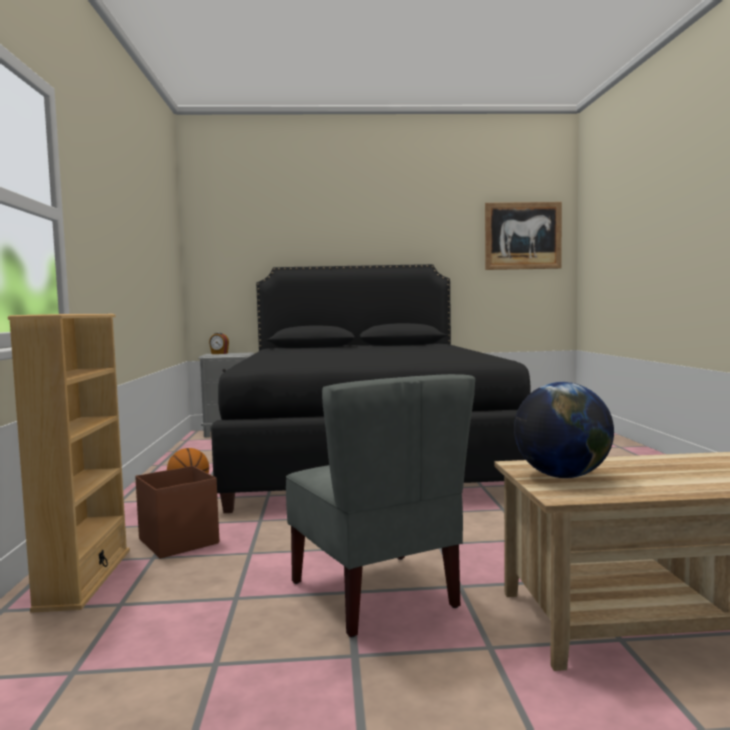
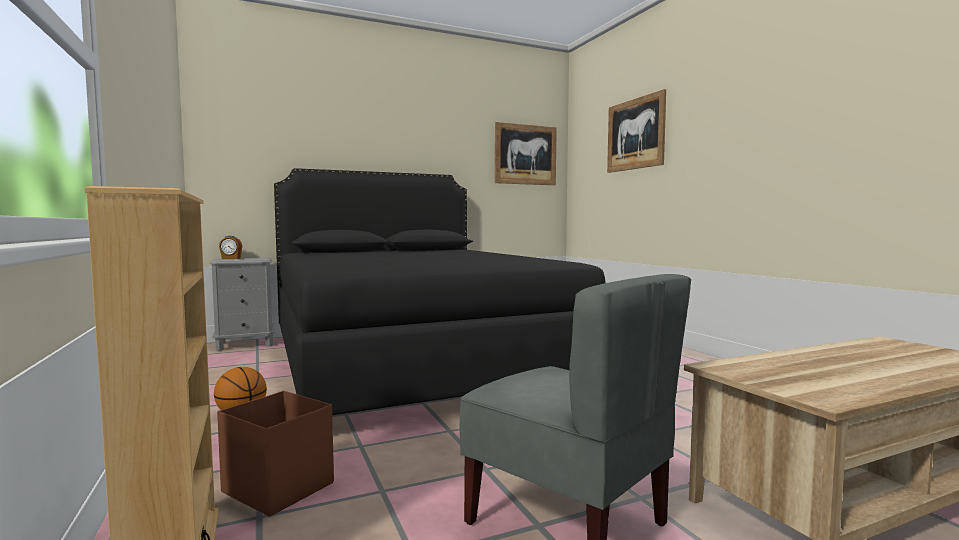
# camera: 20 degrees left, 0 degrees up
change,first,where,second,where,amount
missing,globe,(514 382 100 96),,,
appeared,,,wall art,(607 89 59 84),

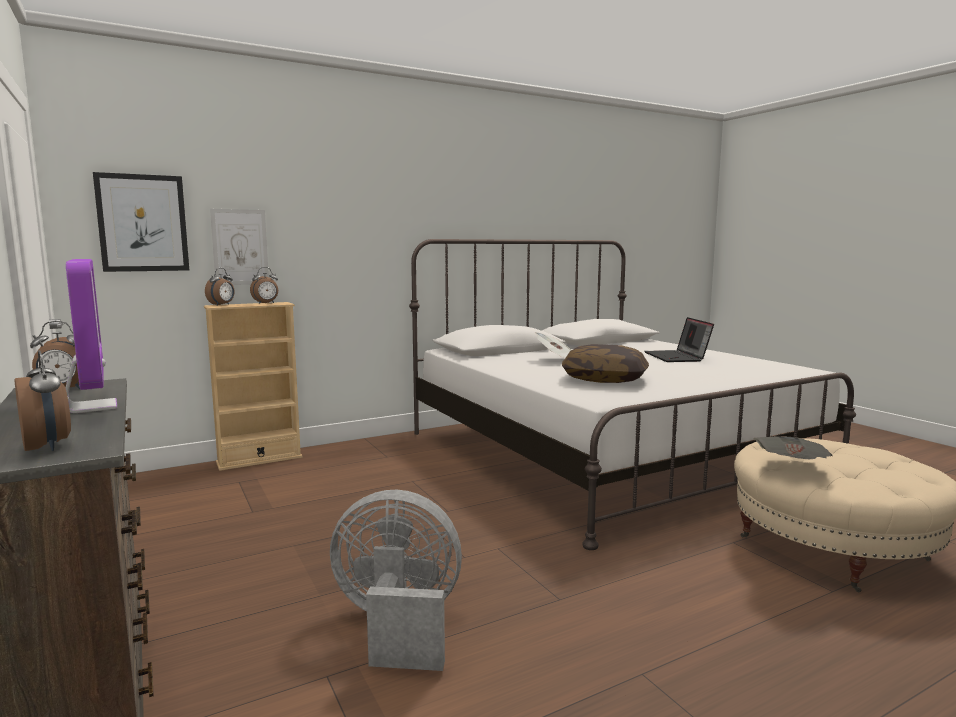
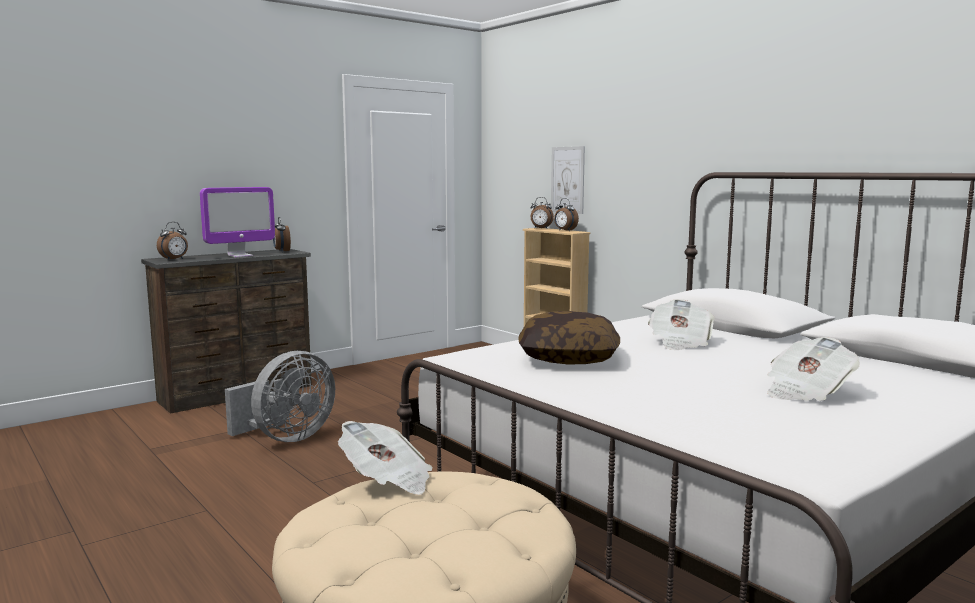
# camera: 80 degrees right, 0 degrees up
change,first,where,second,where,amount
missing,wall art,(93 172 96 100),,,
exchanged,portable computer,(645 317 69 45),newspaper,(767 337 93 64),
spun,grey cooling fan,(330 490 132 181),,(225 351 110 91),45 degrees clockwise

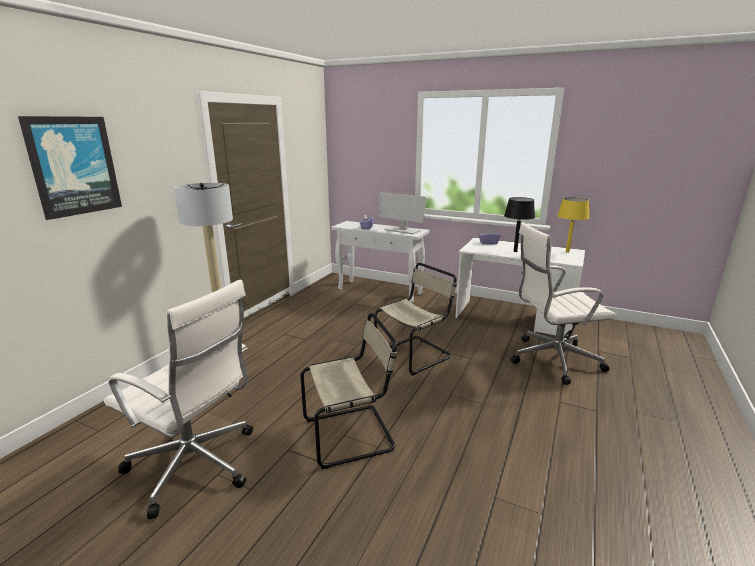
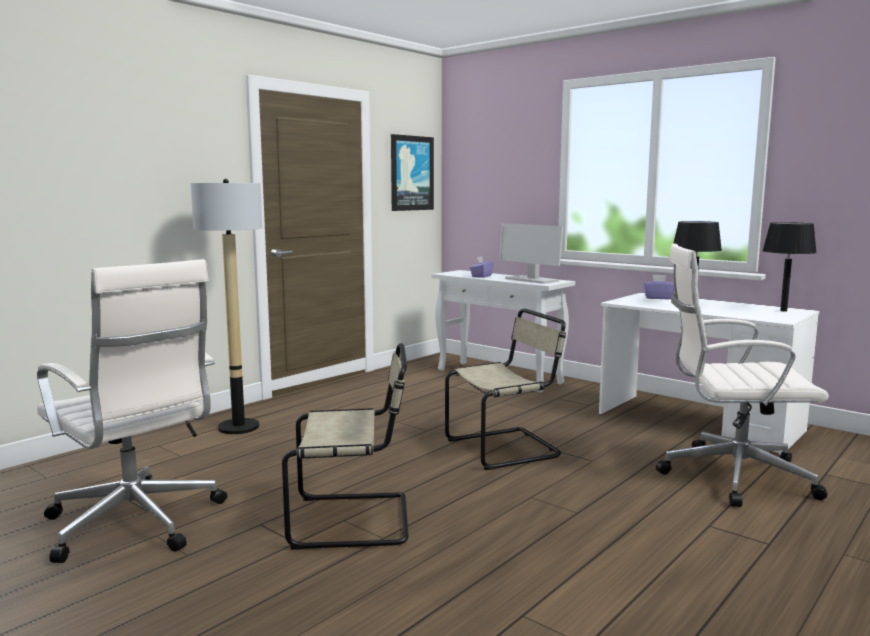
# camera: 15 degrees right, 10 degrees down
change,first,where,second,where,amount
relocated,wall art,(18 116 104 104),,(391 134 43 77),
colour,yellow-coloured tabletop lamp,(557 197 32 56),blackish tabletop lamp,(762 222 55 90),

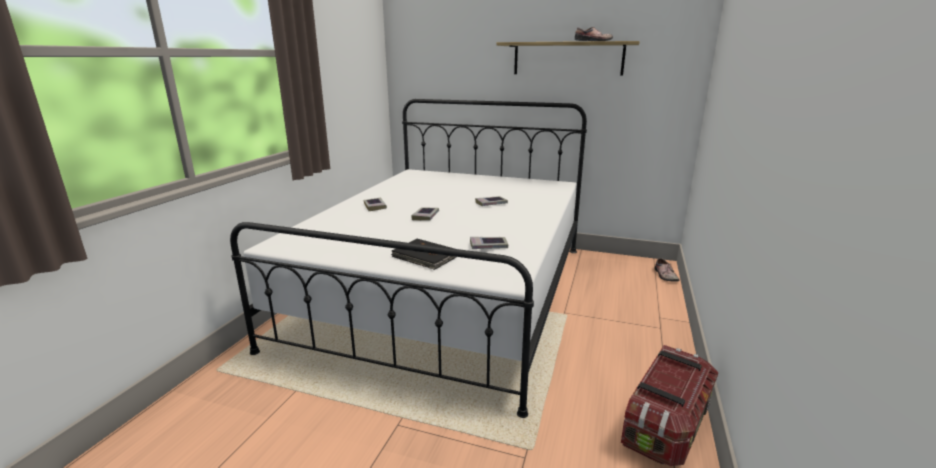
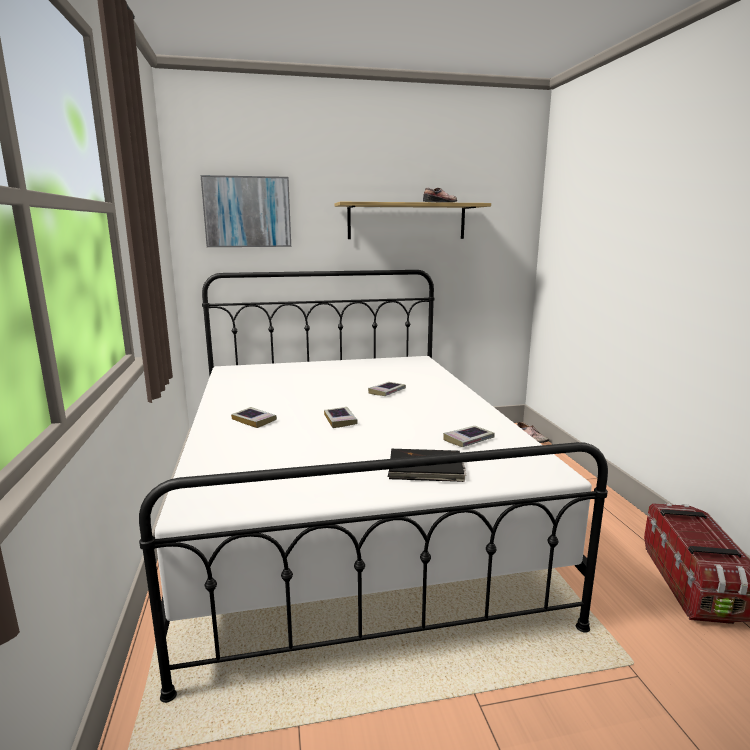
# camera: 30 degrees left, 5 degrees down
change,first,where,second,where,amount
appeared,,,wall art,(201 175 90 72),

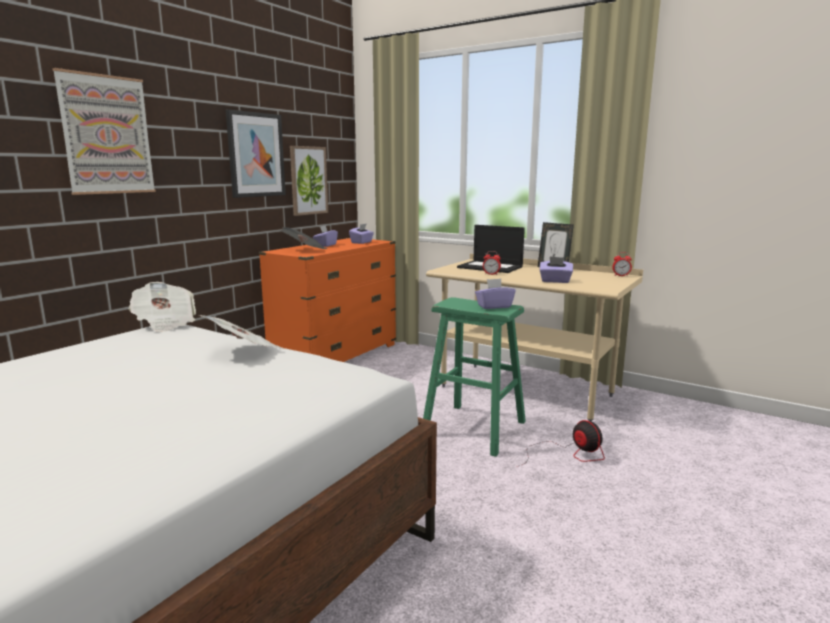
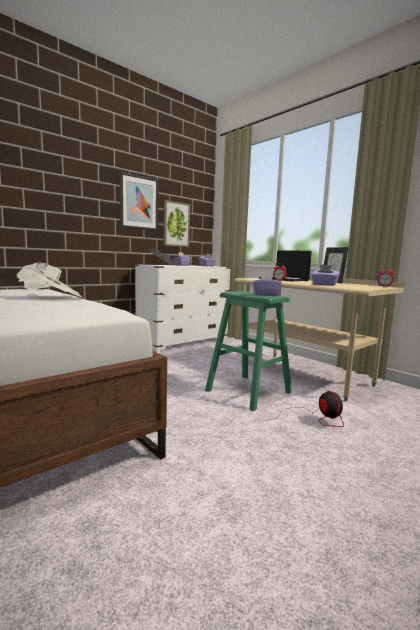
# camera: 15 degrees right, 5 degrees down
change,first,where,second,where,amount
missing,wall art,(52 68 104 127),,,
colour,orange chest of drawers,(259 238 137 124),whitish chest of drawers,(135 264 96 88),

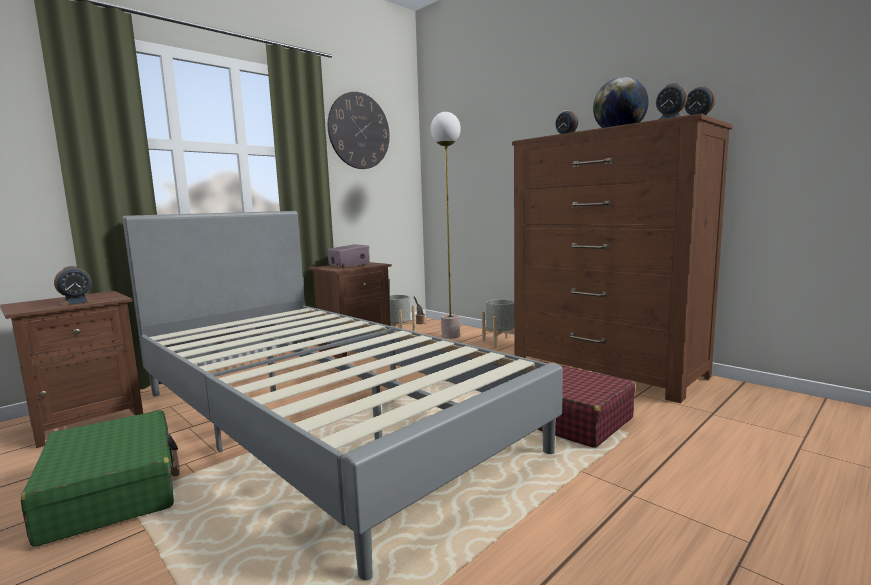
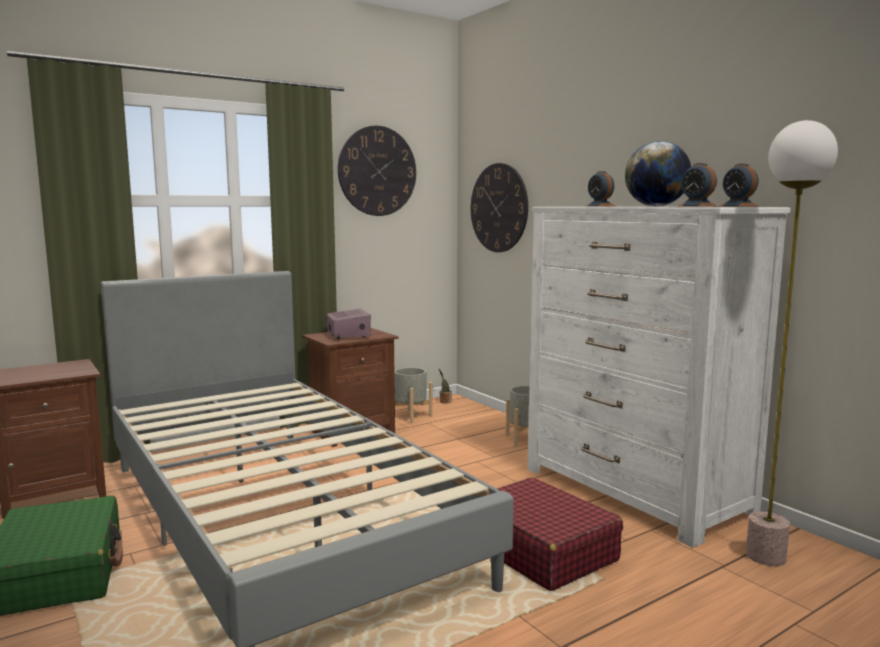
# camera: 10 degrees right, 0 degrees up
change,first,where,second,where,amount
relocated,standard lamp,(430 112 31 227),,(746 120 92 446),
colour,brownish chest of drawers,(512 113 221 290),whitish chest of drawers,(528 207 263 341),
missing,alarm clock,(54 266 40 40),,,
appeared,,,wall clock,(471 163 57 89),

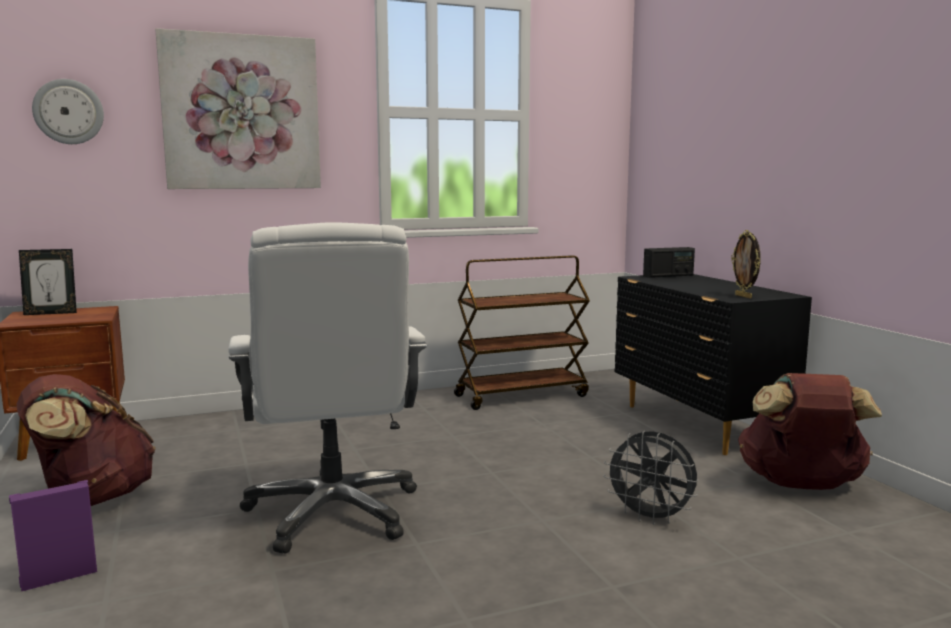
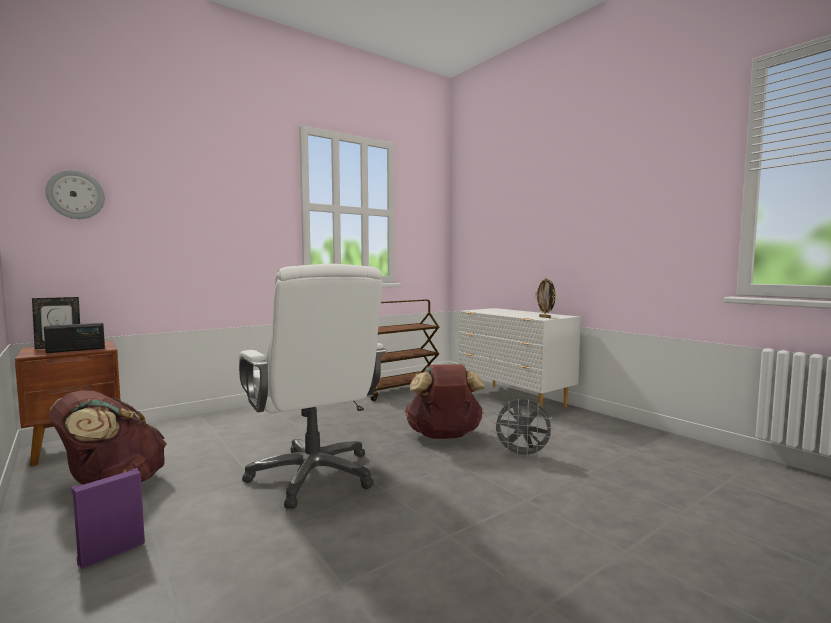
# camera: 15 degrees left, 5 degrees down
change,first,where,second,where,amount
missing,wall art,(155 28 166 161),,,
relocated,radio receiver,(643 247 52 31),,(44 323 61 30),
colour,blackish chest of drawers,(615 274 197 181),whitish chest of drawers,(458 308 123 107),
relocated,brownish knapsack,(738 373 144 117),,(405 364 80 75),

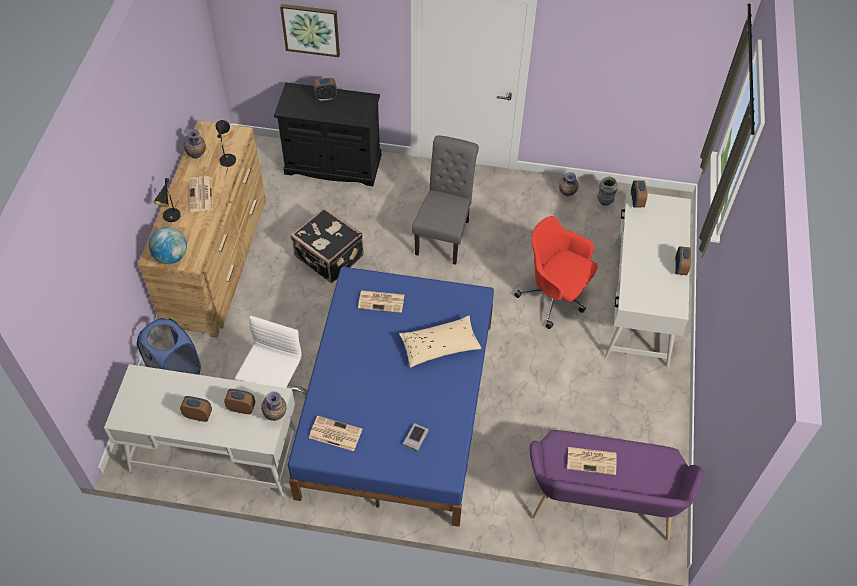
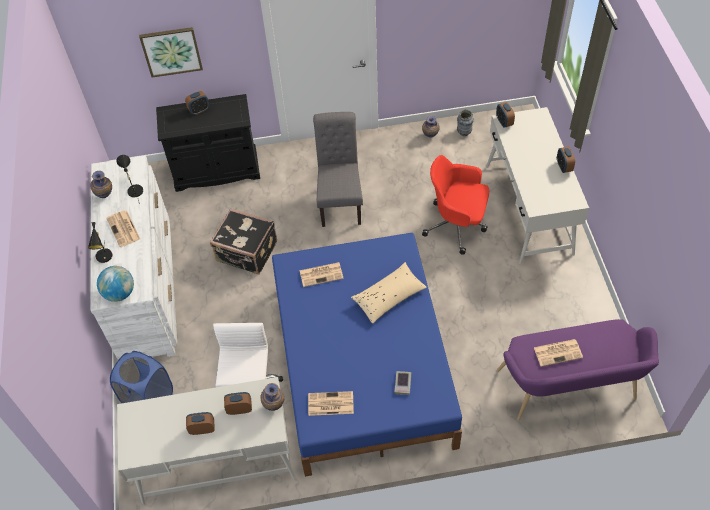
# camera: 15 degrees left, 0 degrees up
change,first,where,second,where,amount
colour,brownish chest of drawers,(138 121 128 217),whitish chest of drawers,(90 156 87 204),

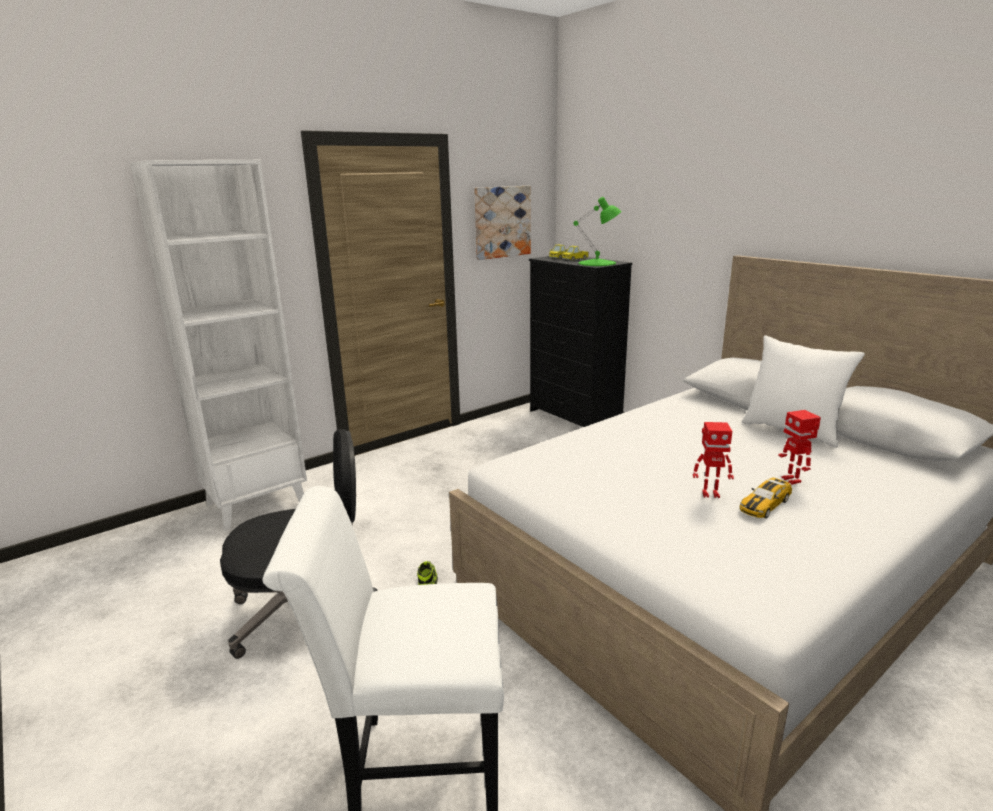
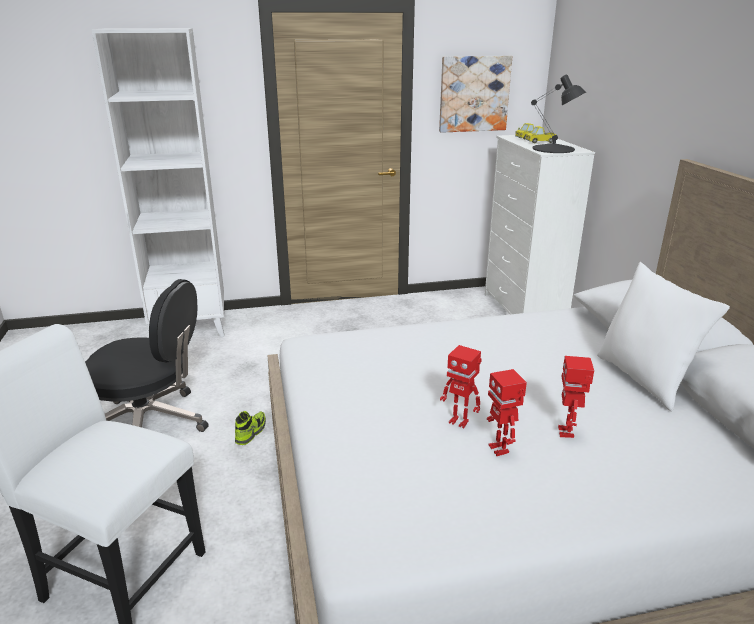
# camera: 25 degrees right, 5 degrees up
change,first,where,second,where,amount
colour,greenish tabletop lamp,(573 197 48 69),blackish tabletop lamp,(531 75 55 78),
colour,blackish chest of drawers,(529 256 103 171),whitish chest of drawers,(485 135 110 179),
exchanged,miniature car,(739 477 53 41),model robot,(487 369 40 87),

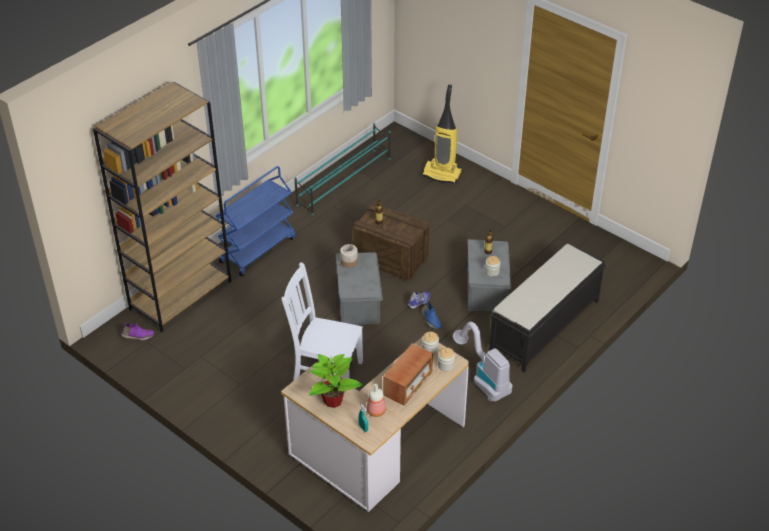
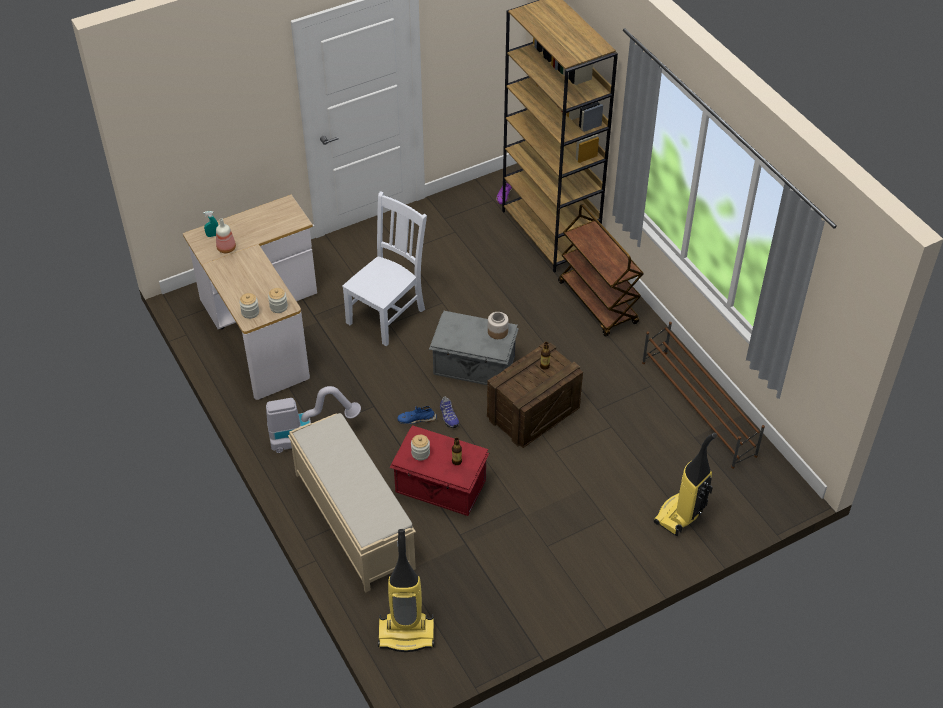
# camera: 110 degrees right, 5 degrees up
change,first,where,second,where,amount
colour,turquoise shoe shelf,(294 123 97 92),brownish shoe shelf,(642 322 123 147),
colour,blue trolley,(216 166 79 110),brownish trolley,(558 204 86 133),
colour,grey storage container,(467 239 45 73),red-coloured storage container,(389 425 100 91),
colour,blackish long seat,(489 244 117 129),beige-coloured long seat,(288 413 128 180),
missing,radio receiver,(383 343 50 63),,,
missing,plant in a pot,(310 354 53 54),,,
appeared,,,hoover,(378 529 56 123),

